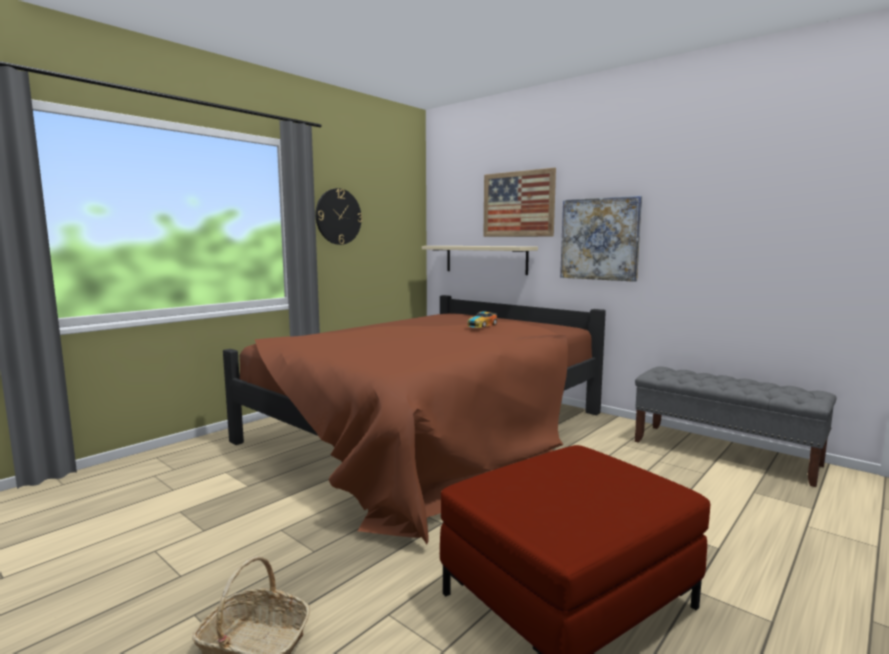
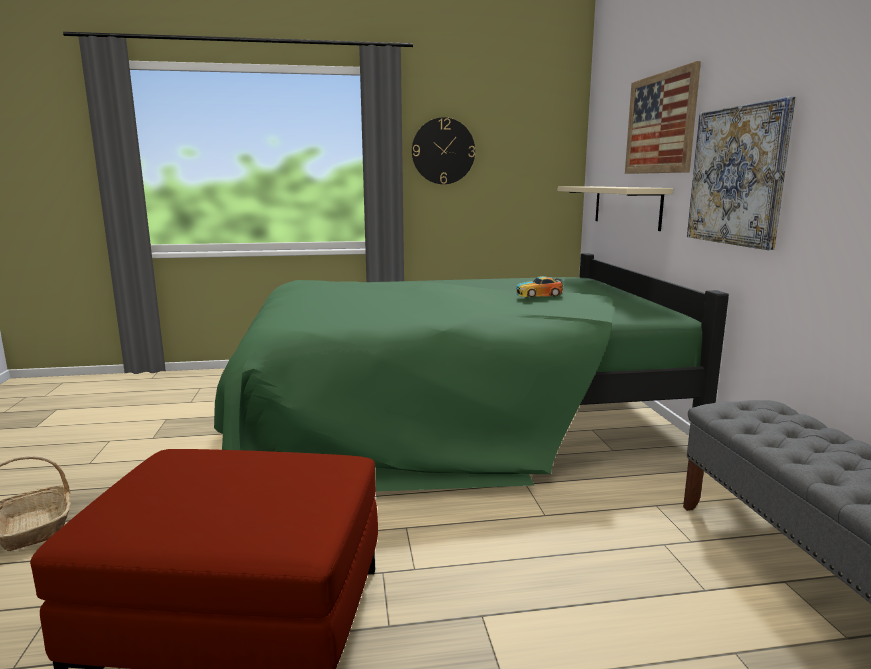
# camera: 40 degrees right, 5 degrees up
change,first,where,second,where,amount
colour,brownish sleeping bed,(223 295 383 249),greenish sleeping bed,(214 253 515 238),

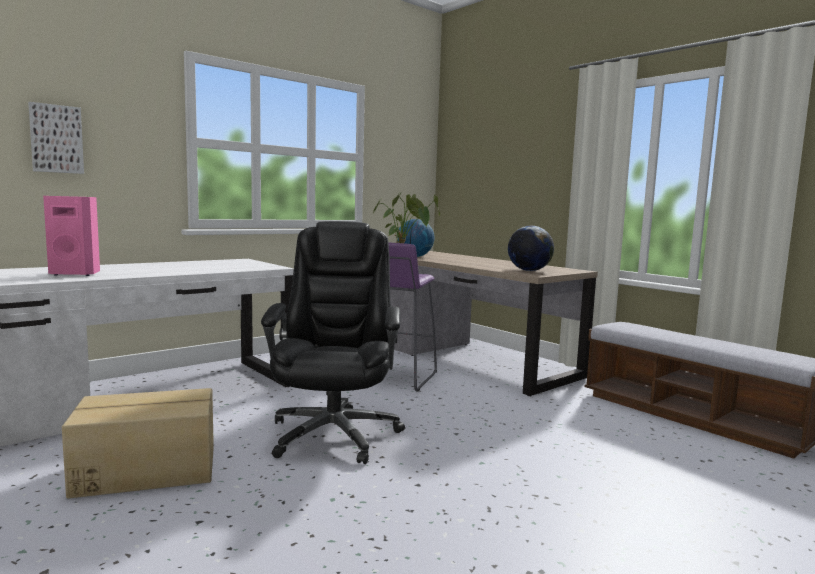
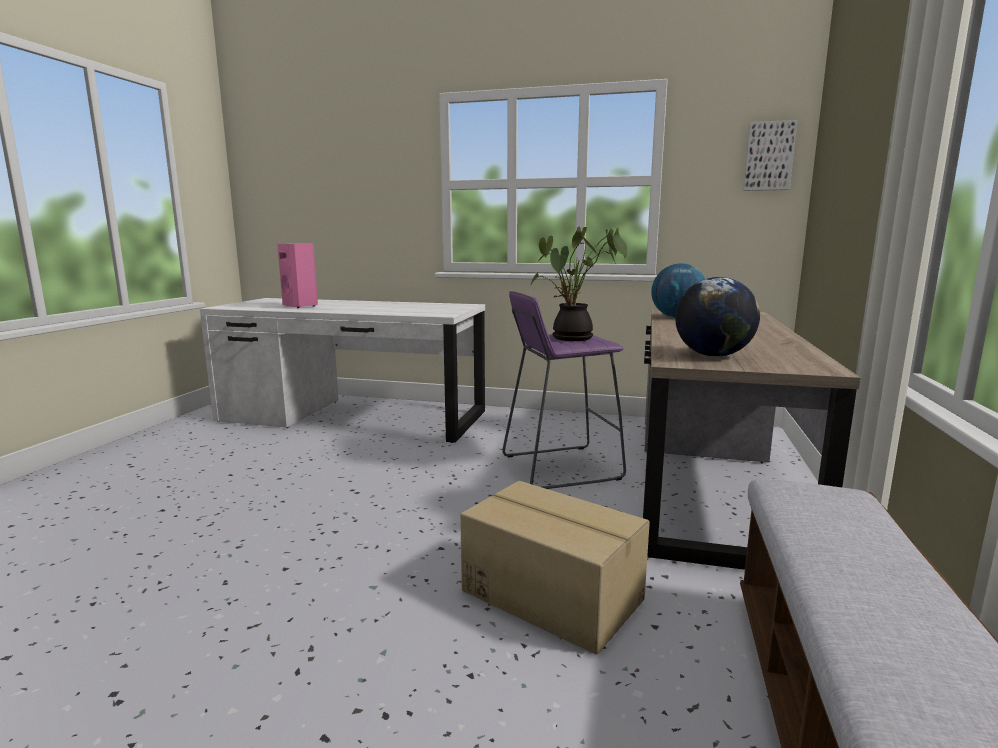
# camera: 55 degrees right, 5 degrees up
change,first,where,second,where,amount
relocated,wall art,(28 102 56 72),,(743 120 54 71),
missing,blackish office chair,(261 221 144 243),,,
relocated,packing box,(62 388 152 111),,(460 481 190 174),

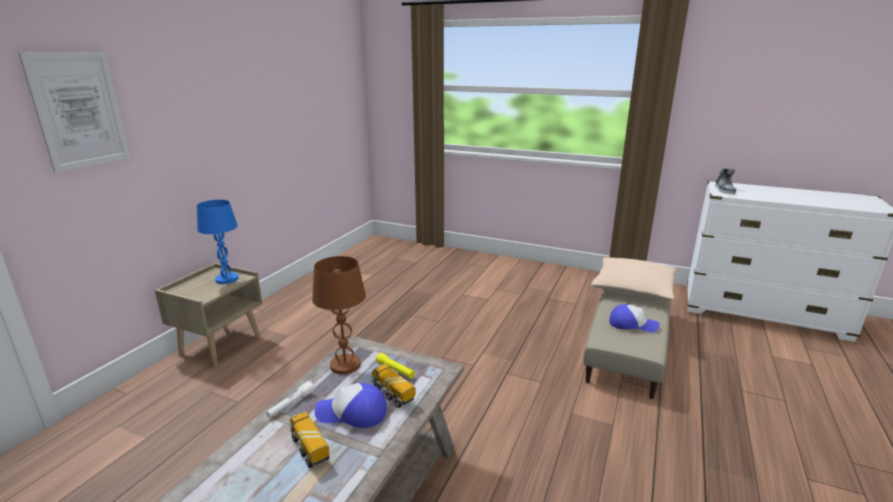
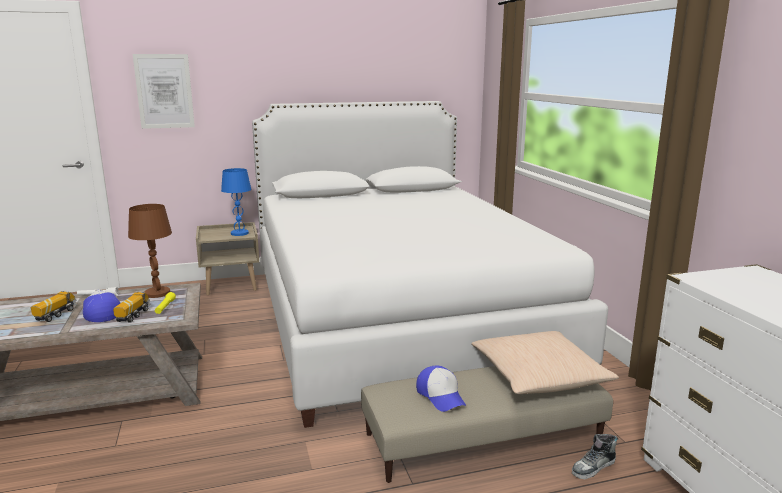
# camera: 50 degrees right, 5 degrees down
change,first,where,second,where,amount
relocated,shoe,(715 168 21 26),,(572 434 46 45),
appeared,,,whitish sleeping bed,(252 101 356 327),

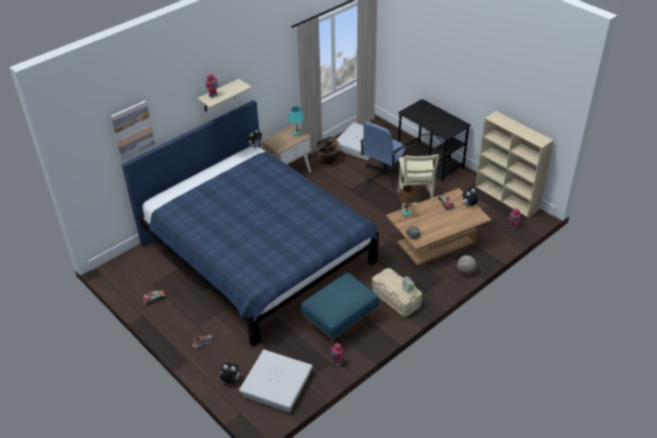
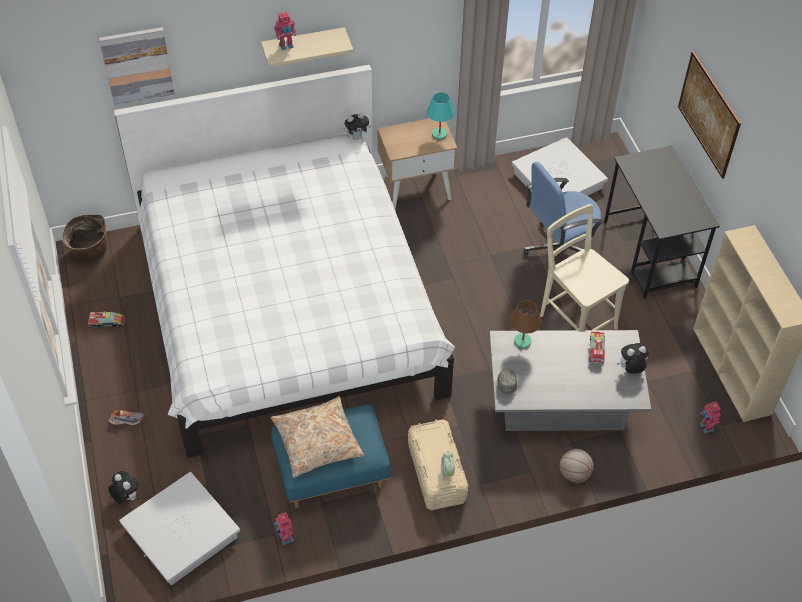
# camera: 25 degrees right, 10 degrees up
change,first,where,second,where,amount
colour,blue sleeping bed,(122 100 257 247),whitish sleeping bed,(114 65 341 393),
relocated,storage basket,(316 136 24 28),,(62 214 45 47),
spun,beige-coloured chair,(398 154 41 55),,(540 204 89 126),120 degrees clockwise
colour,brownish low table,(386 188 106 78),grey low table,(489 330 162 101),
appeared,,,wall art,(678 51 63 128),
appeared,,,beige-coloured pillow,(271 396 93 82),

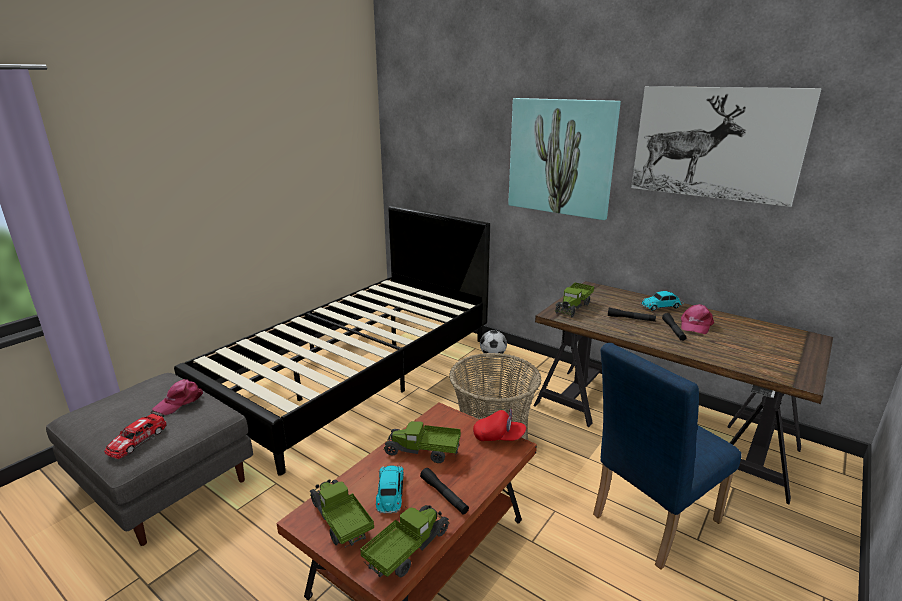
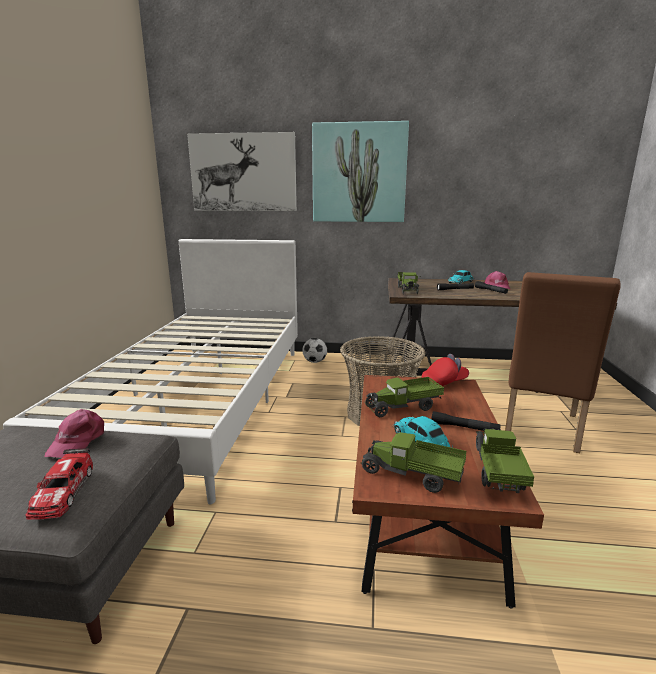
# camera: 30 degrees left, 5 degrees down
change,first,where,second,where,amount
relocated,wall art,(631 86 191 121),,(187 132 110 79),
colour,blackish sleeping bed,(174 206 316 270),whitish sleeping bed,(3 239 295 265),
colour,blue chair,(593 343 149 227),brownish chair,(505 272 116 181),

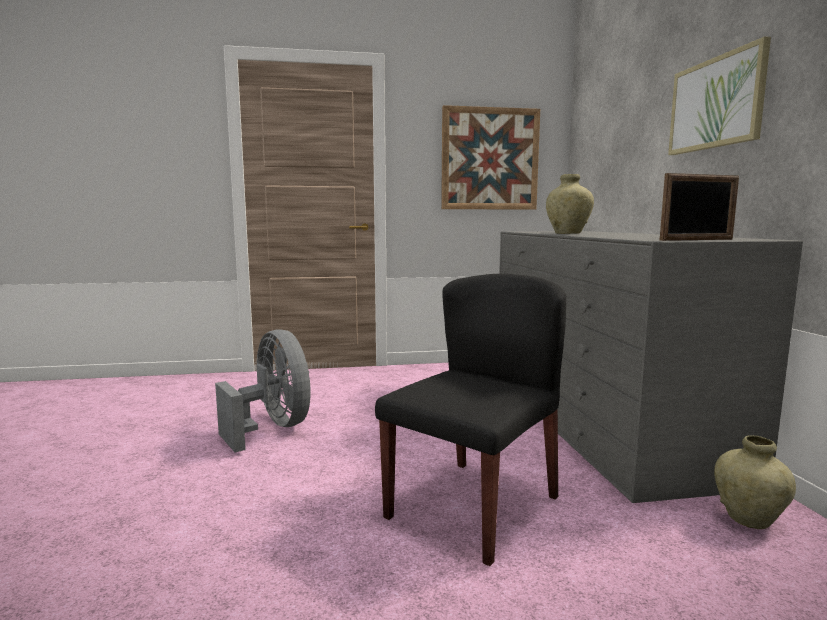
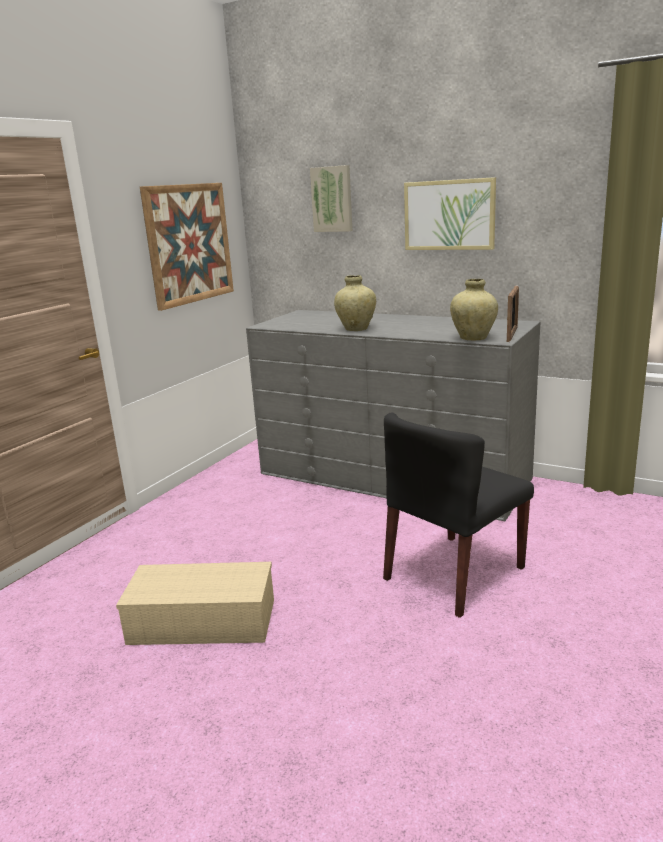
# camera: 50 degrees left, 10 degrees up
change,first,where,second,where,amount
spun,blackish chair,(375 274 192 292),,(383 412 151 206),120 degrees counterclockwise
exchanged,grey cooling fan,(215 329 96 124),beige-coloured storage container,(116 562 158 83),
relocated,beige-coloured vase,(714 435 82 94),,(450 279 48 62),
appeared,,,wall art,(310 165 42 67),

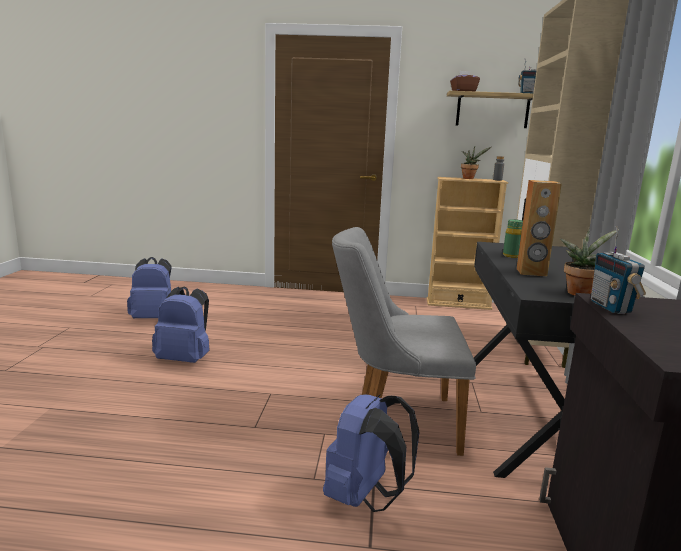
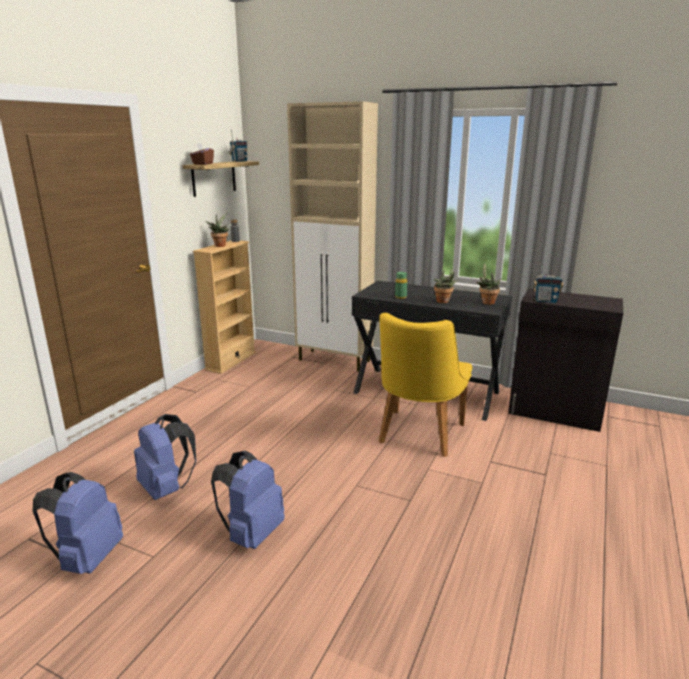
# camera: 70 degrees left, 5 degrees up
change,first,where,second,where,amount
exchanged,brownish audio speaker,(516 180 46 97),plant in a pot,(434 268 23 35),
colour,grey chair,(332 227 144 229),yellow-coloured chair,(379 313 93 144),
relocated,blue knapsack,(323 394 96 118),,(134 414 62 86),

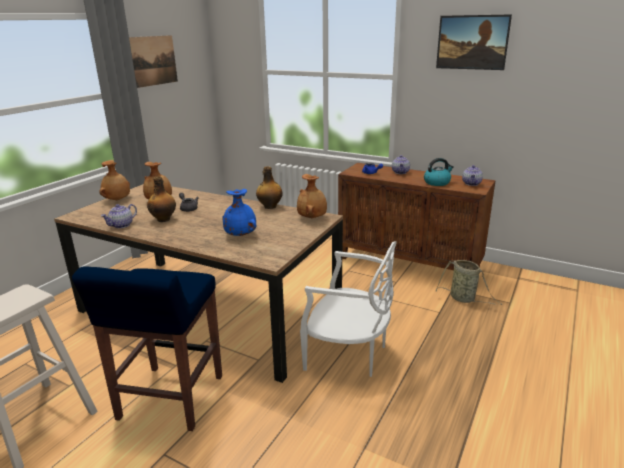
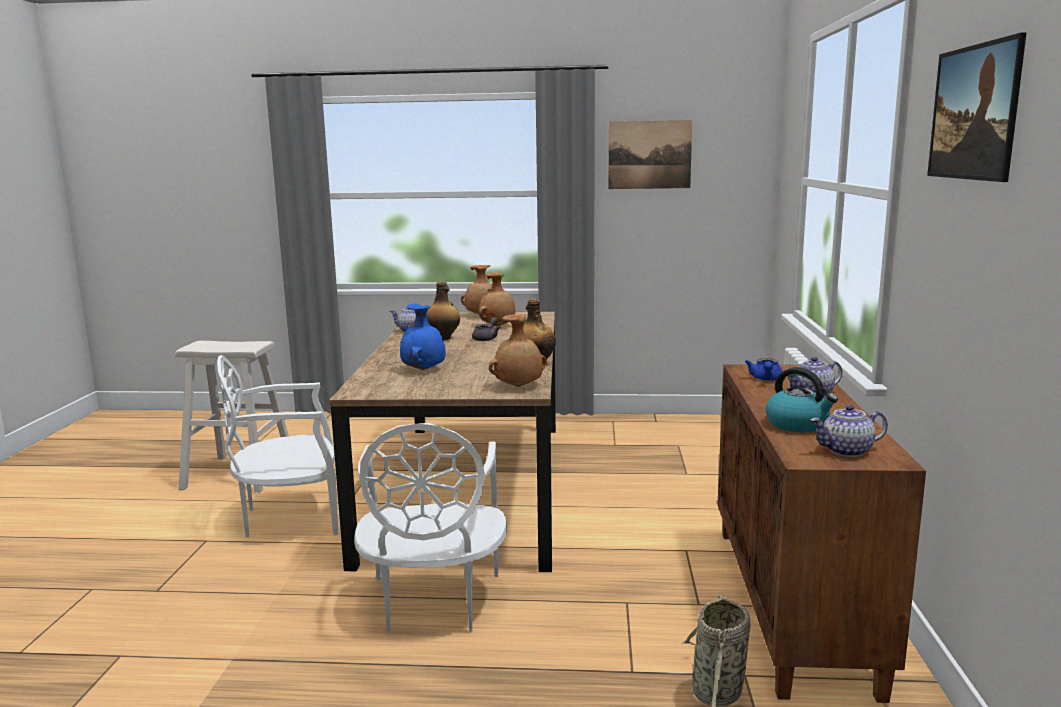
# camera: 65 degrees right, 10 degrees down
change,first,where,second,where,amount
exchanged,blue stool seat,(72 266 150 165),whitish chair,(217 355 121 182),

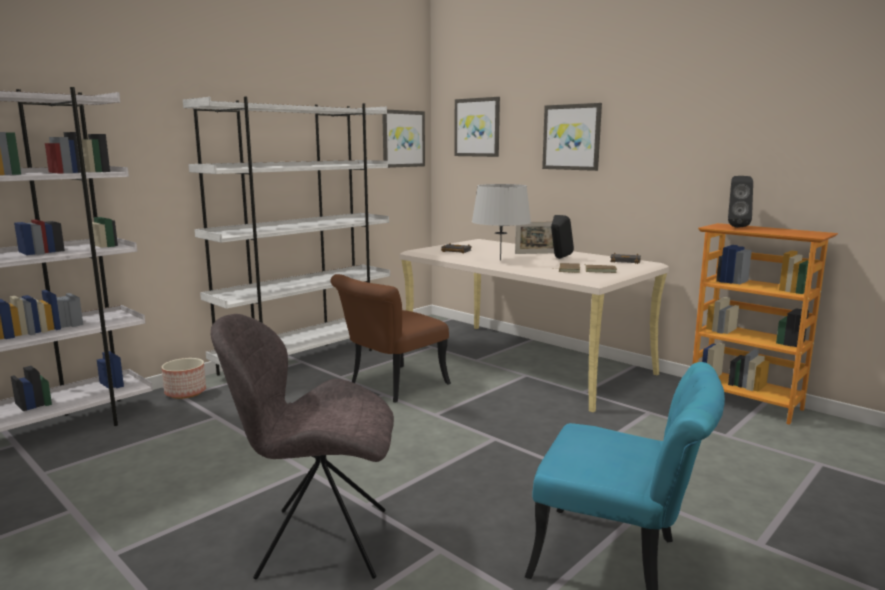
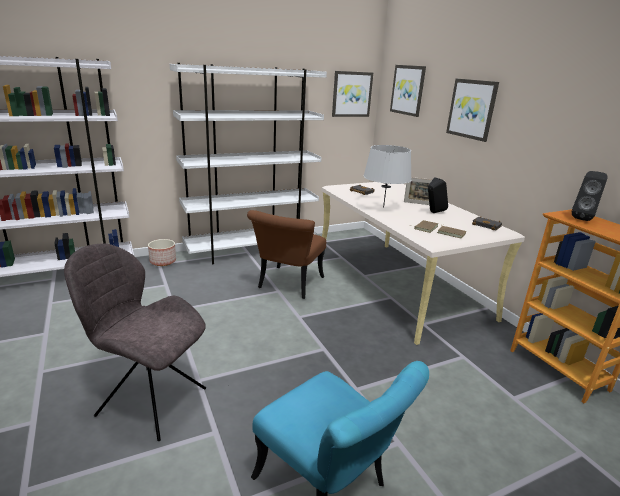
# camera: 20 degrees right, 10 degrees up
change,first,where,second,where,amount
spun,brownish chair,(331 274 120 129),,(247 210 79 89),45 degrees counterclockwise

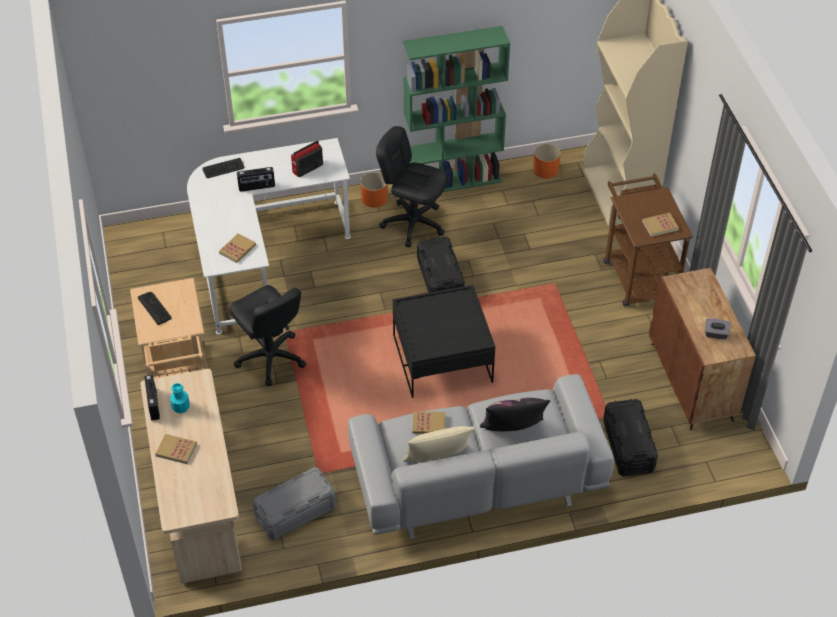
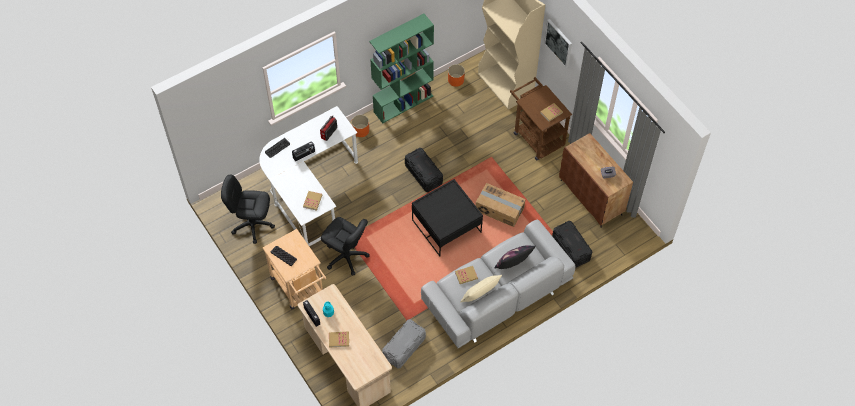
# camera: 20 degrees left, 10 degrees up
change,first,where,second,where,amount
relocated,blackish office chair,(376 126 72 121),,(221 175 54 69),
appeared,,,wall art,(544 19 28 49),
appeared,,,packing box,(476 183 50 44),

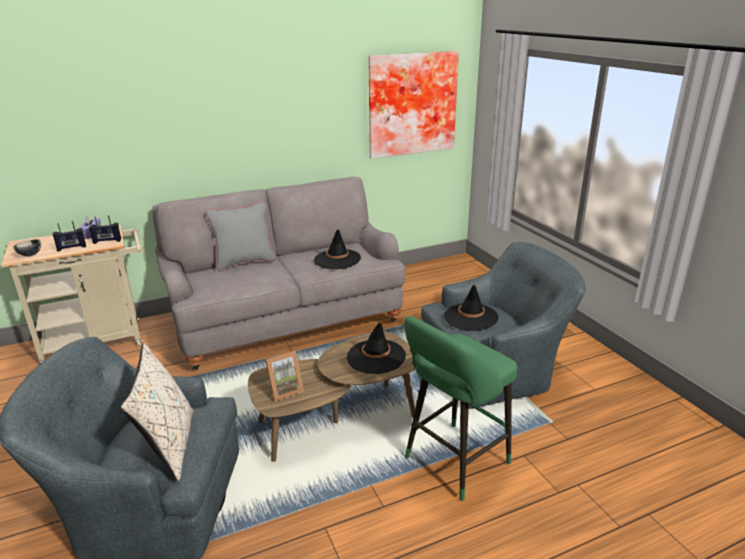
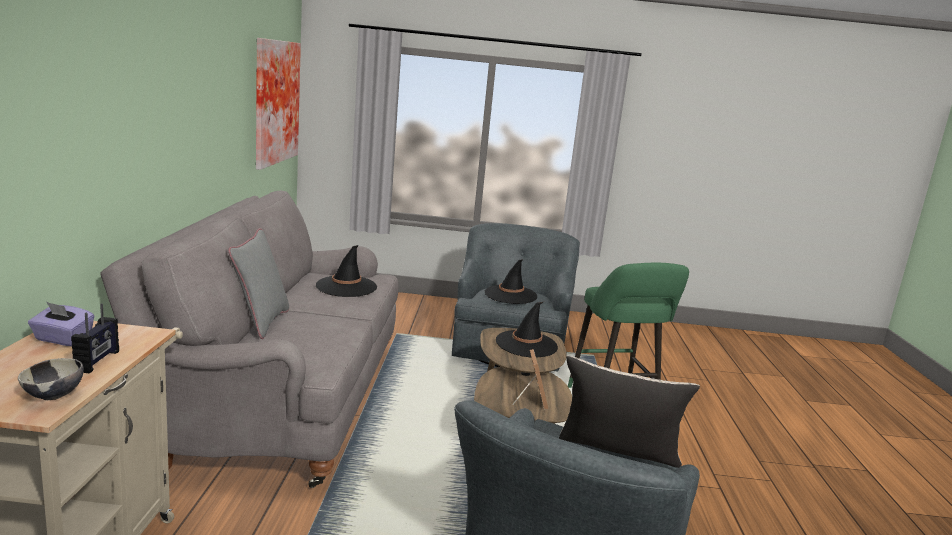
# camera: 65 degrees left, 10 degrees down
change,first,where,second,where,amount
missing,radio receiver,(89 215 32 29),,,

